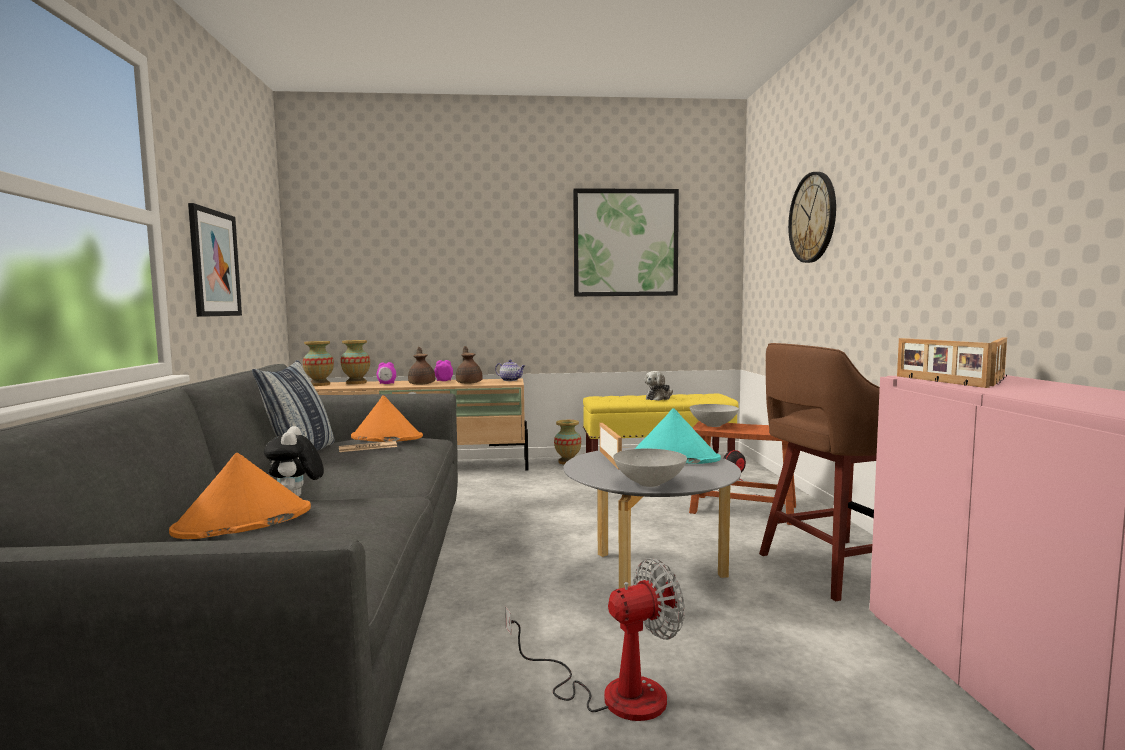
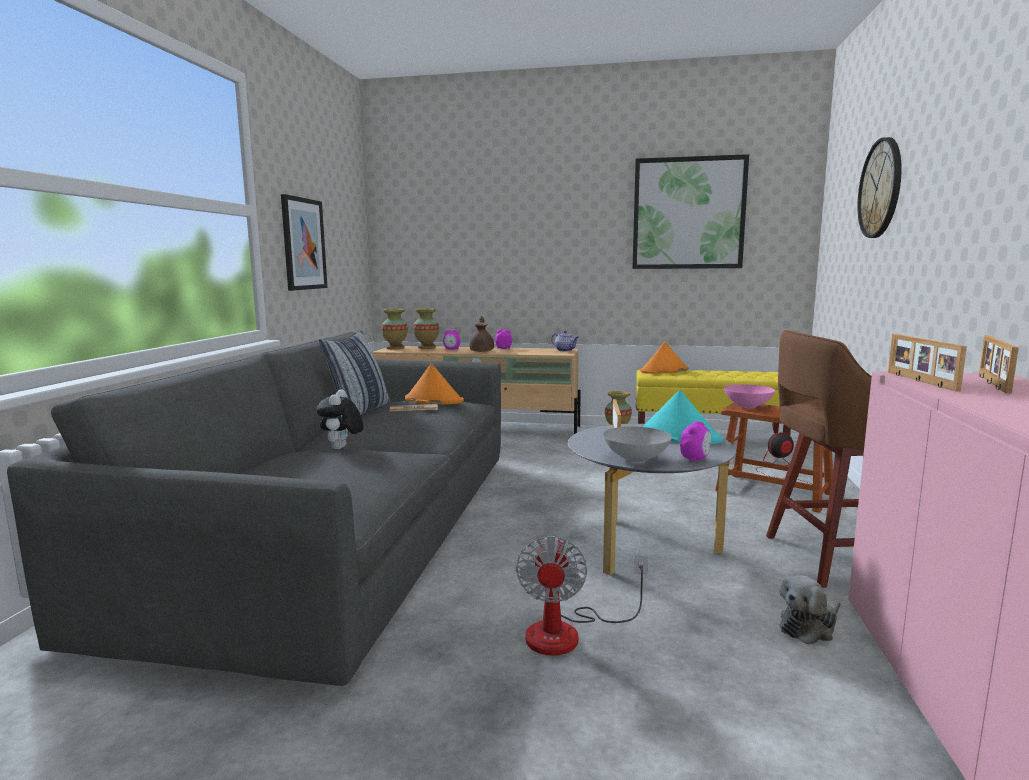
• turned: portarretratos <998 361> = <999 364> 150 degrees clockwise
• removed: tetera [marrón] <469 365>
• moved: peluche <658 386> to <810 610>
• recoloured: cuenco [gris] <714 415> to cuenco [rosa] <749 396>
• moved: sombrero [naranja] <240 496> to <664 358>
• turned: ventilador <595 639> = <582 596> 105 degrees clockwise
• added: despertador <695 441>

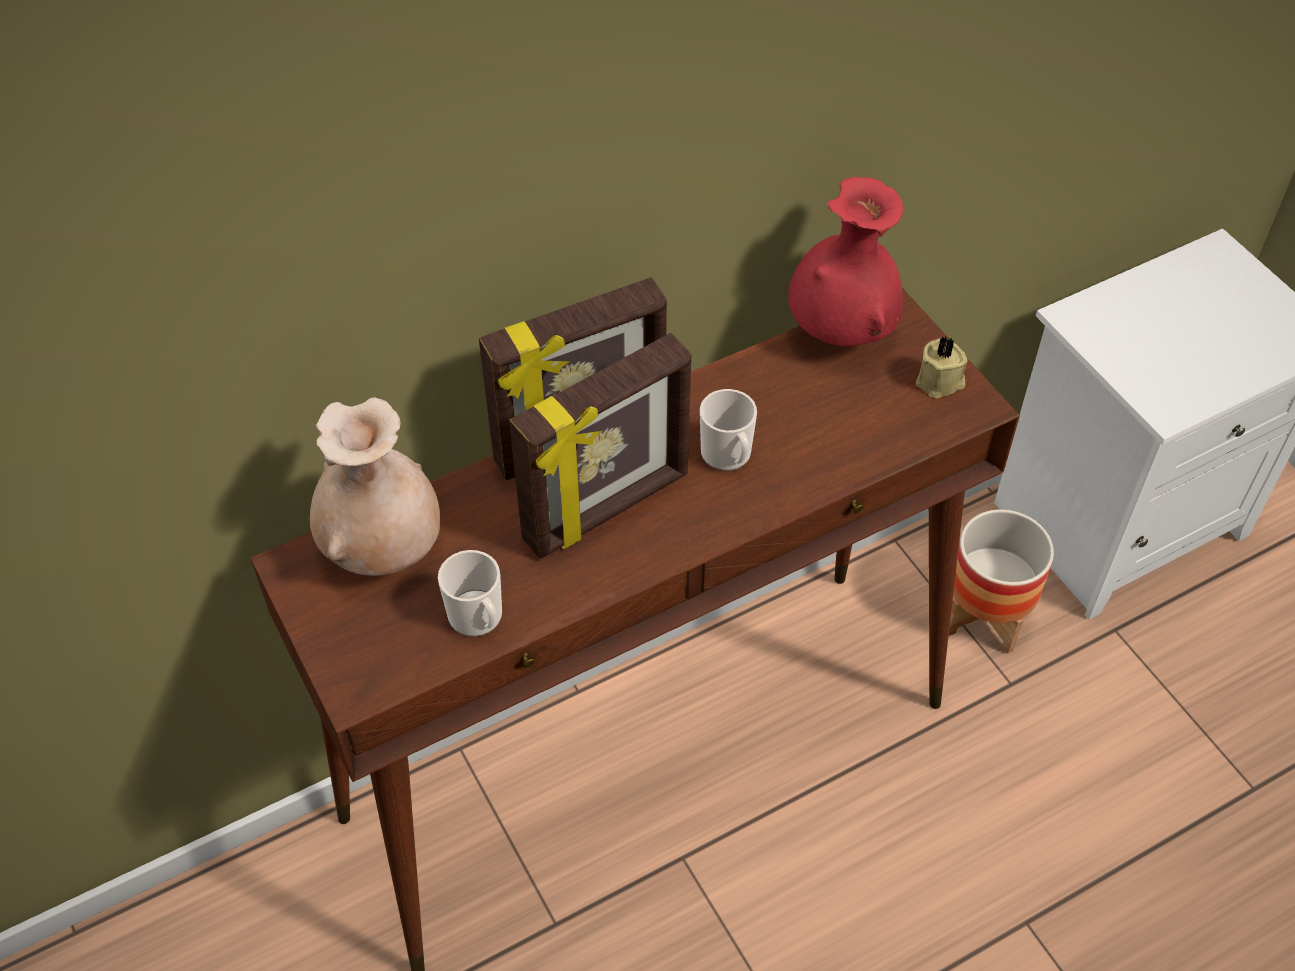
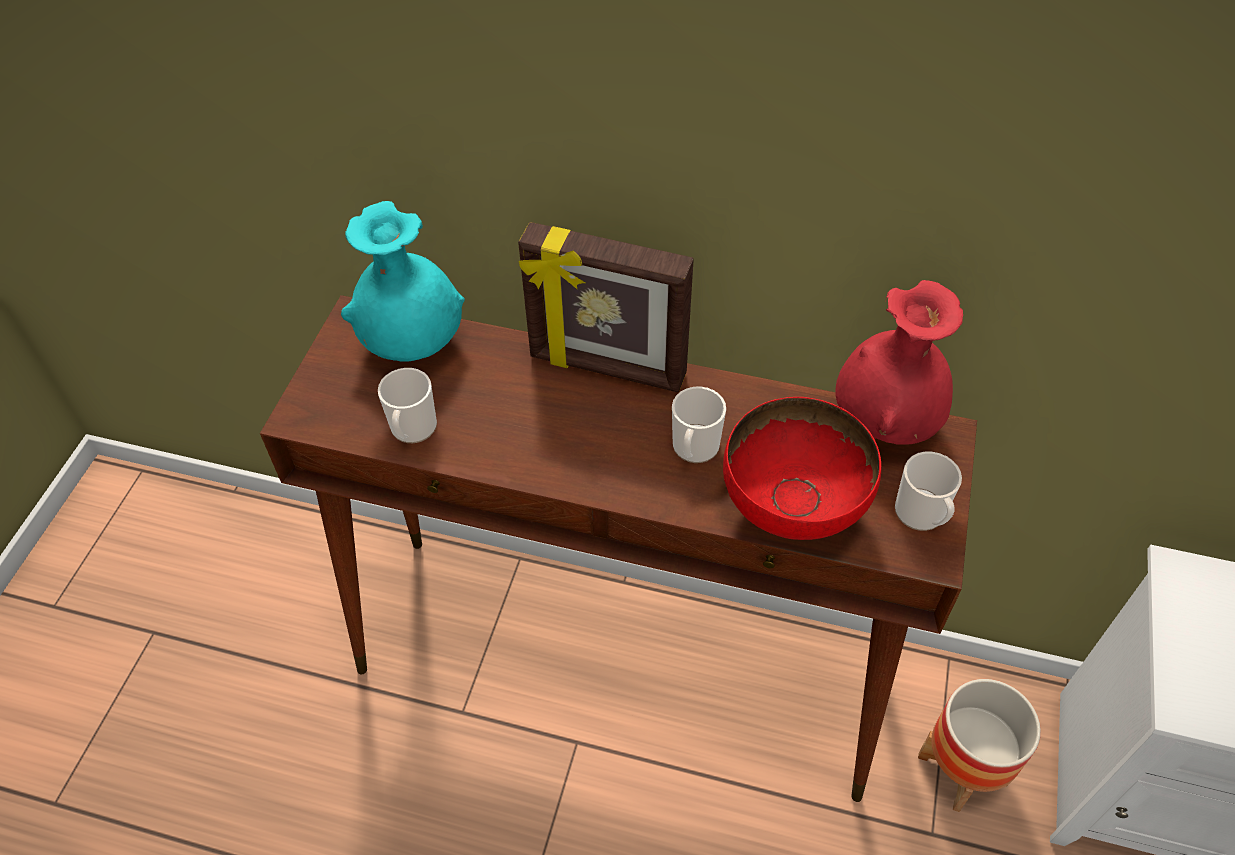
• removed: portarretratos <600 446>
• replaced: vela [beis] <941 367> to taza grande <928 491>
• recoloured: florero [beis] <375 487> to florero [turquesa] <403 281>
• added: cuenco [rojo] <802 468>

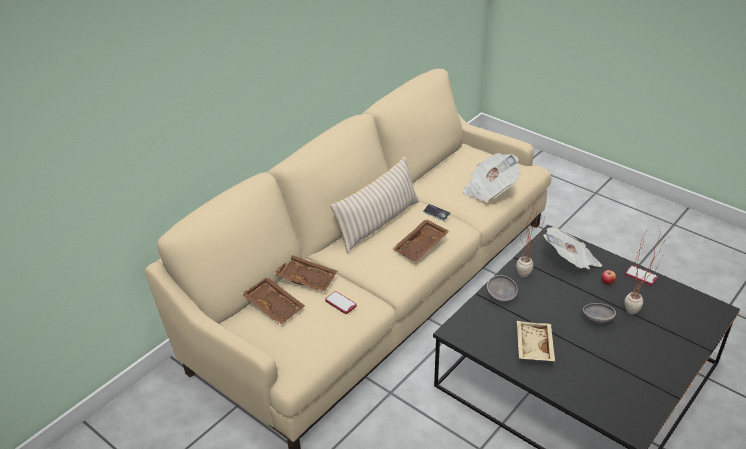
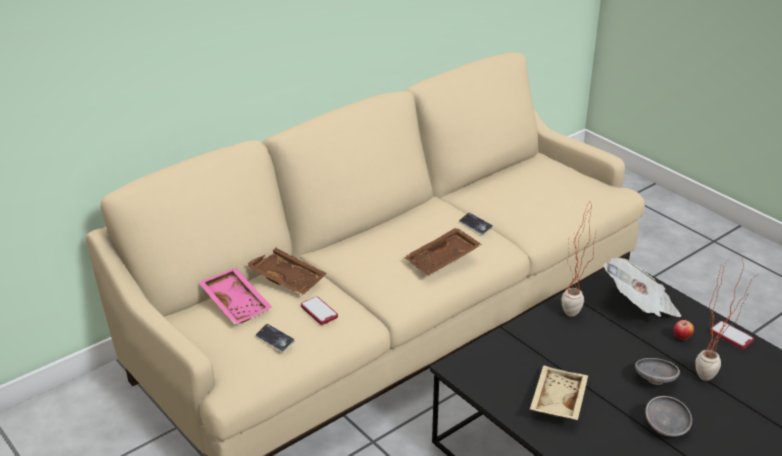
• removed: periódico <491 178>
• removed: cojín [beis] <374 204>
• moved: cuenco [gris] <502 288> to <668 416>
• recoloured: bandeja [marrón] <273 301> to bandeja [rosa] <235 296>
• added: móvil <275 338>

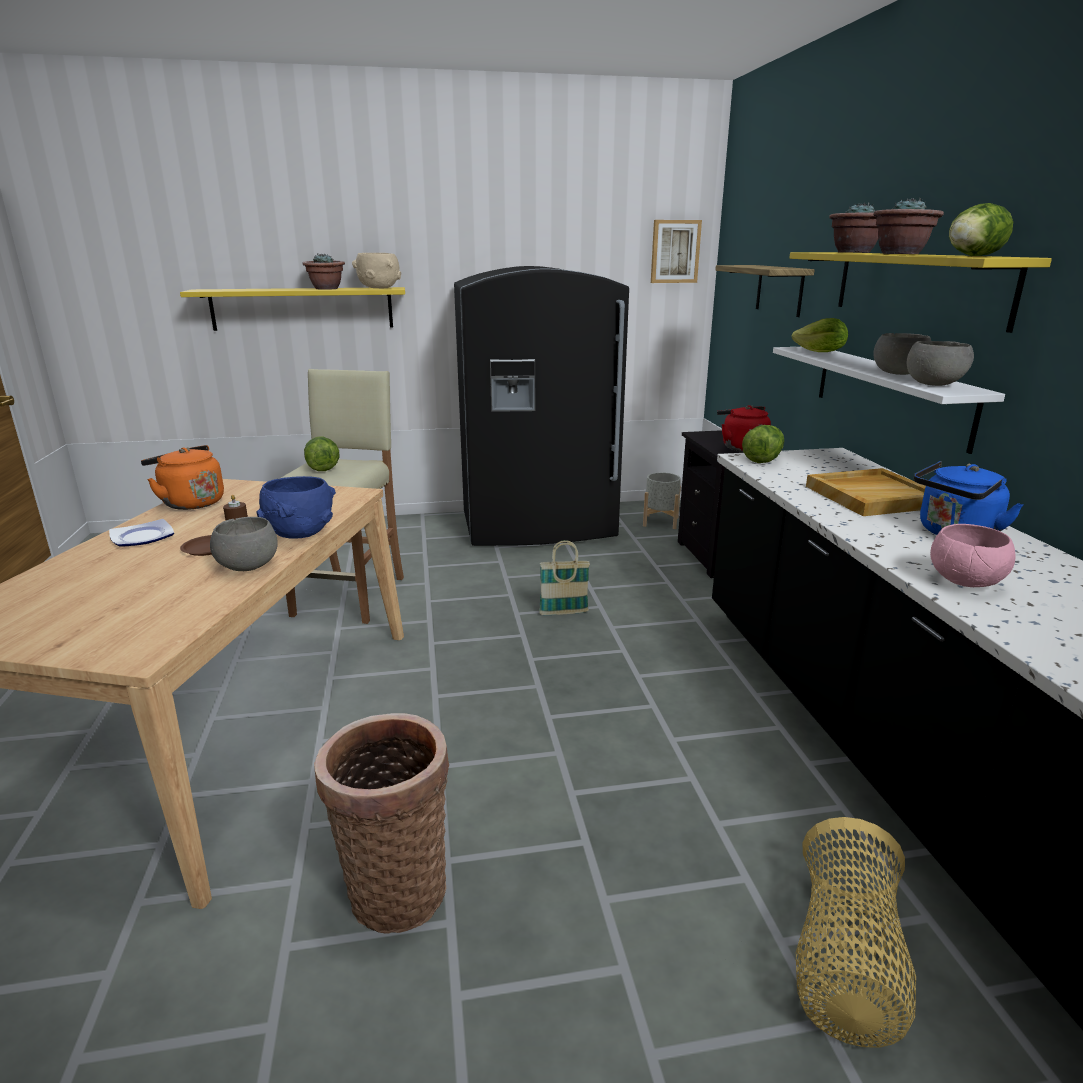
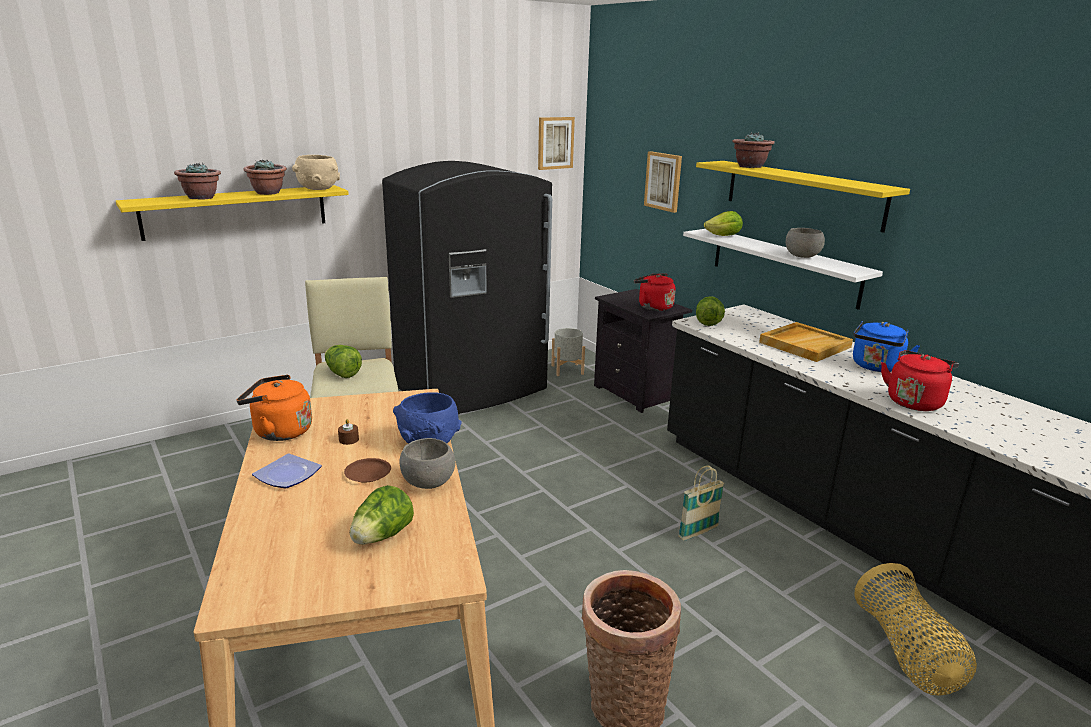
• moved: planta en maceta <908 226> to <197 181>
• moved: lechuga <981 229> to <382 515>
• replaced: estante <765 291> to cuadro <663 182>
• removed: cuenco [gris] <940 363>
• replaced: cuenco [rosa] <973 555> to hervidor [rojo] <920 380>
• moved: cesta <564 577> to <701 503>

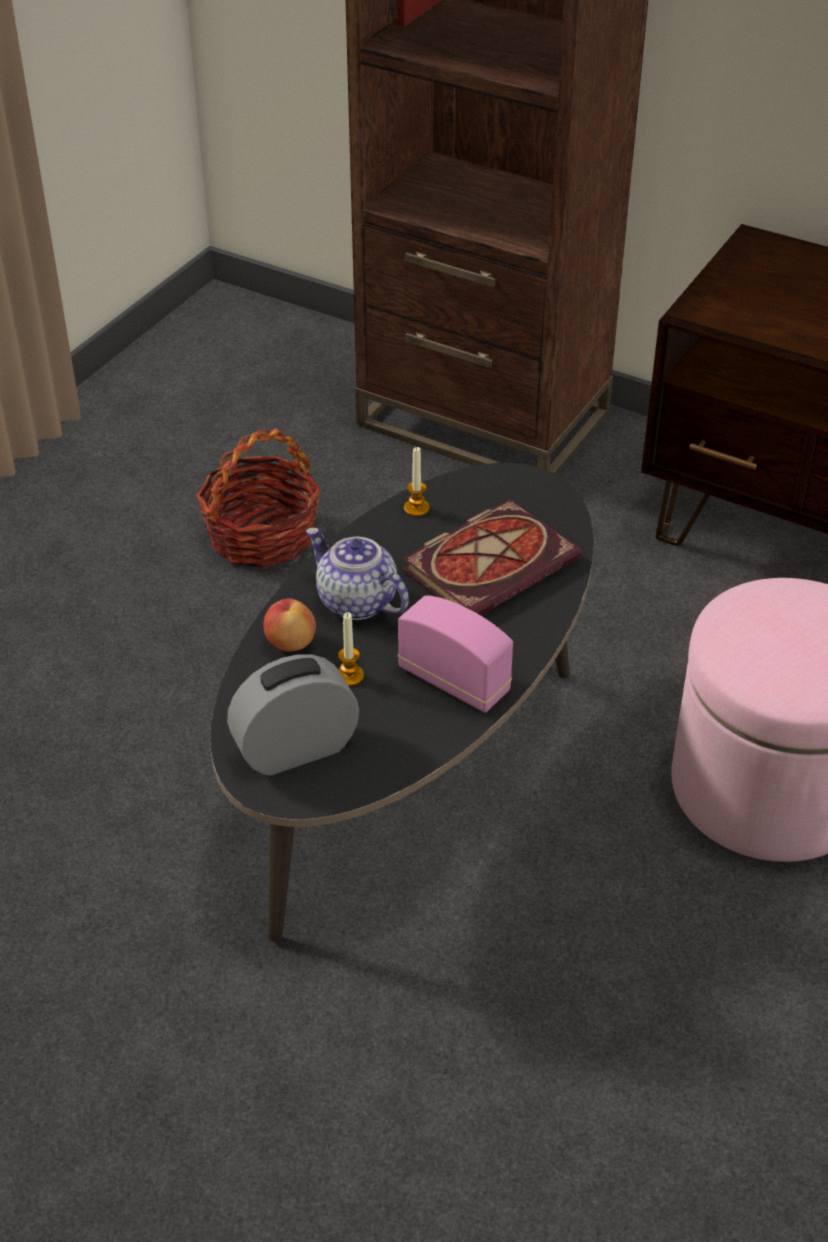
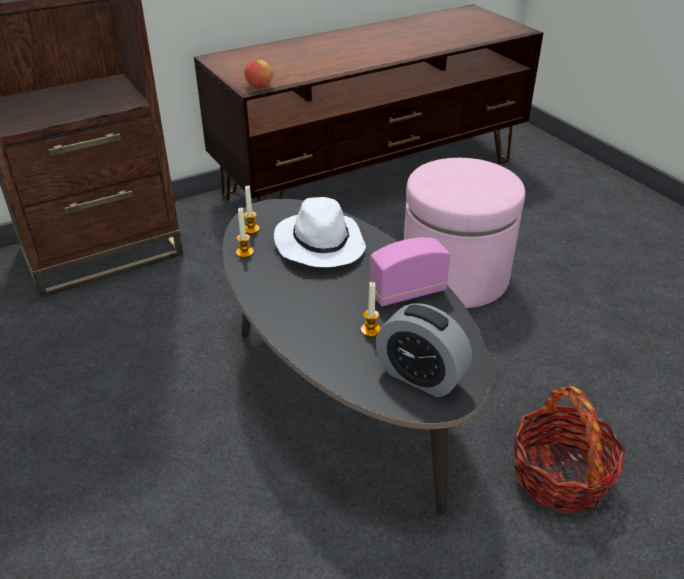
• moved: cesta <258 498> to <569 449>
• replaced: libro <491 557> to sombrero [blanco] <320 232>
• removed: tetera <357 574>
• moved: manzana <289 625> to <259 74>
• turned: despertador <293 715> = <424 350> 60 degrees counterclockwise
• added: vela <252 209>

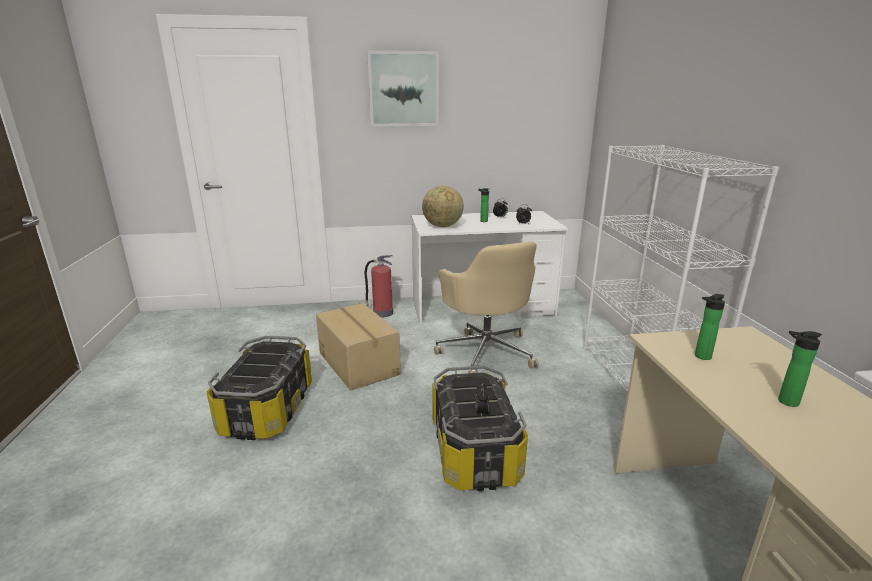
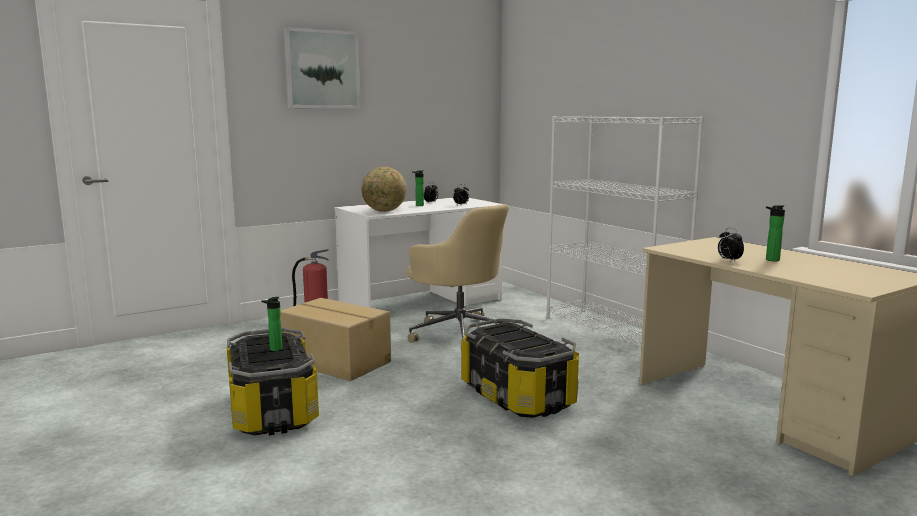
• moved: botella <710 327> to <272 324>
• moved: despertador <482 400> to <731 245>

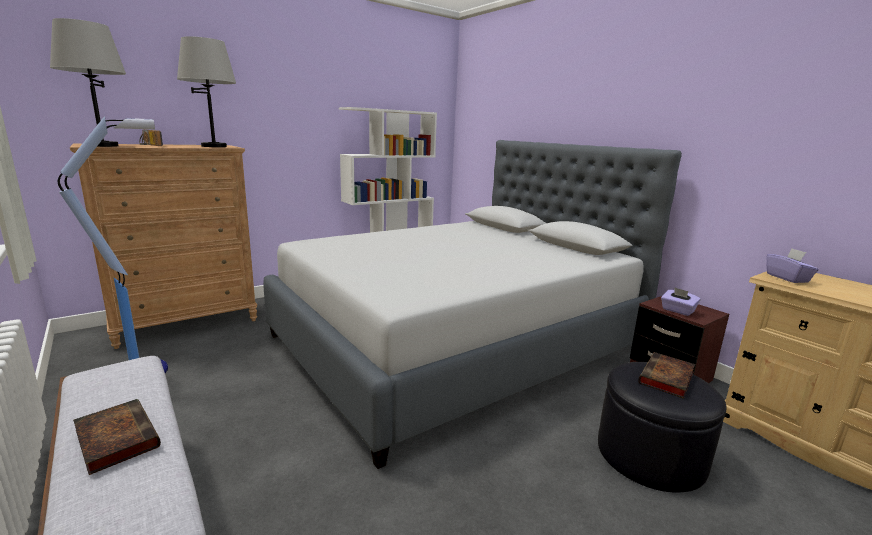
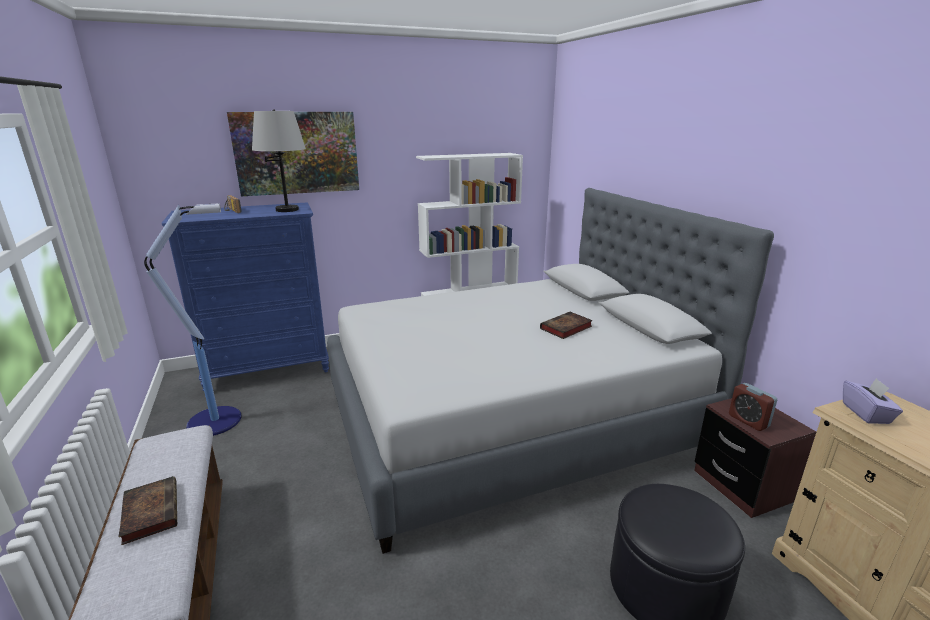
• removed: lámpara de mesa [gris] <88 82>
• recoloured: cómoda [marrón] <163 246> to cómoda [azul] <245 296>
• replaced: caja de pañuelos [morado] <681 301> to despertador <753 407>
• moved: libro <666 375> to <566 325>
• added: cuadro <293 154>

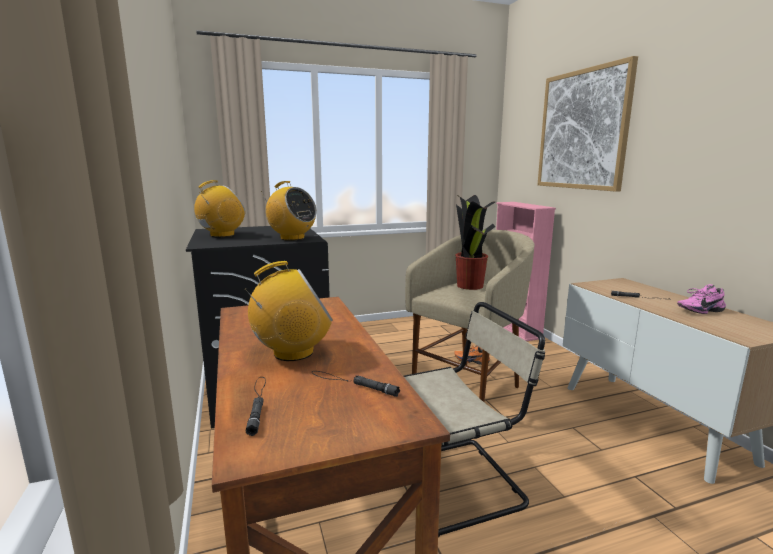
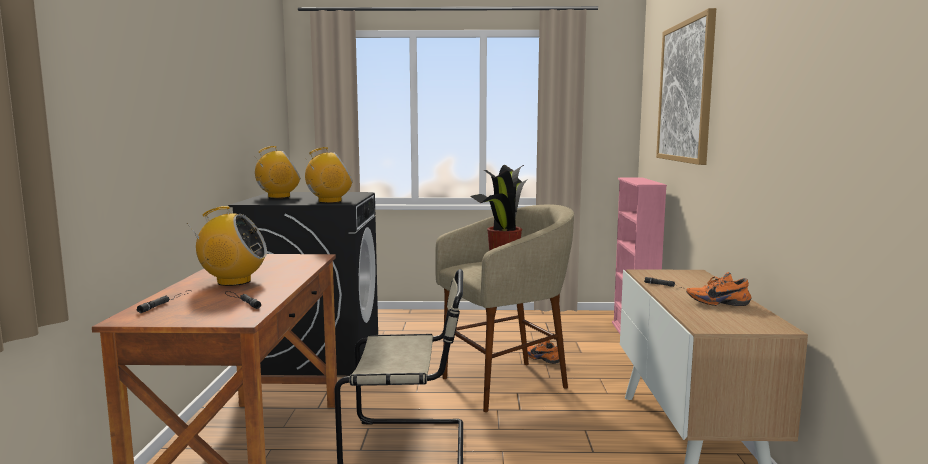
• turned: radio <289 210> = <329 175> 75 degrees counterclockwise
• recoloured: zapato [rosa] <701 299> to zapato [naranja] <718 289>

